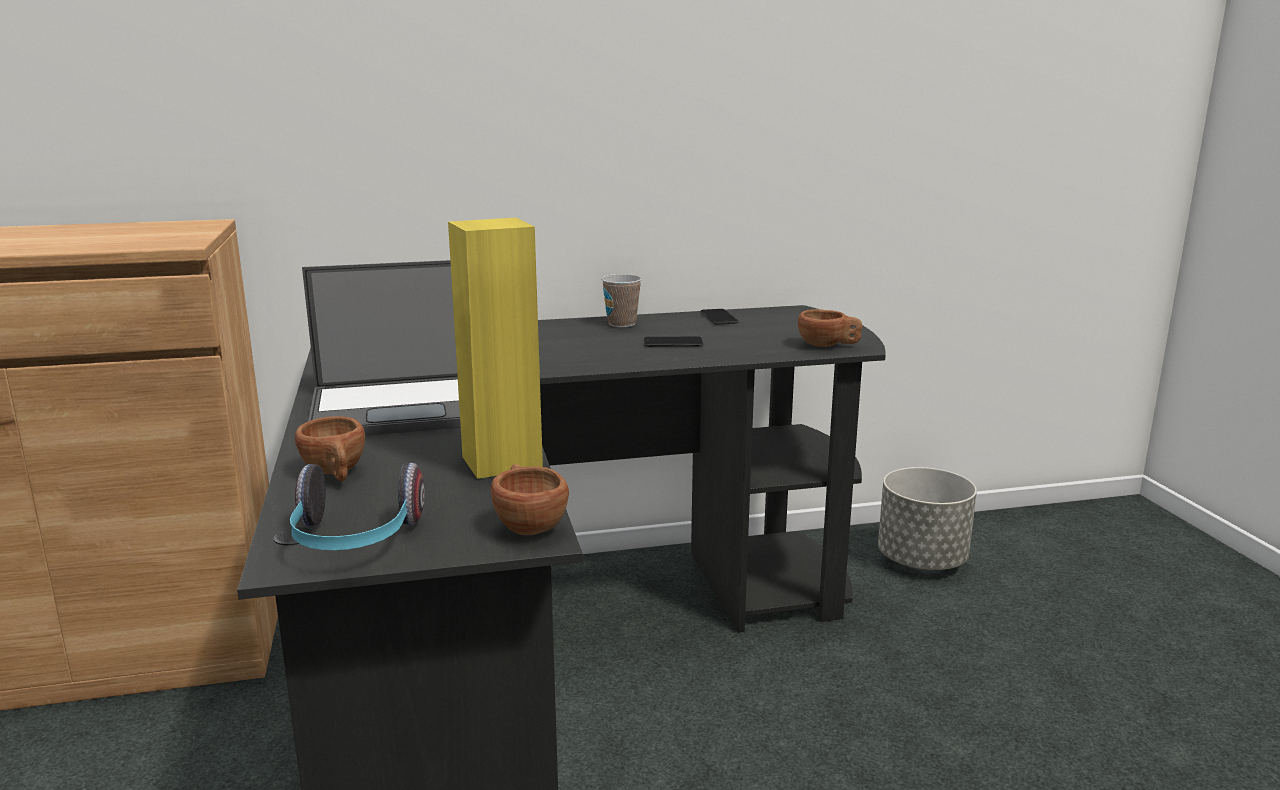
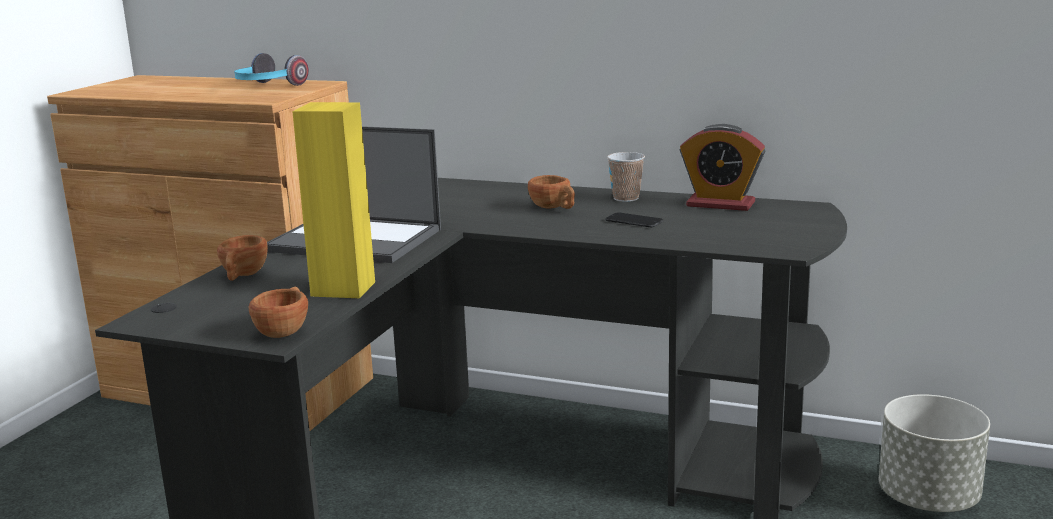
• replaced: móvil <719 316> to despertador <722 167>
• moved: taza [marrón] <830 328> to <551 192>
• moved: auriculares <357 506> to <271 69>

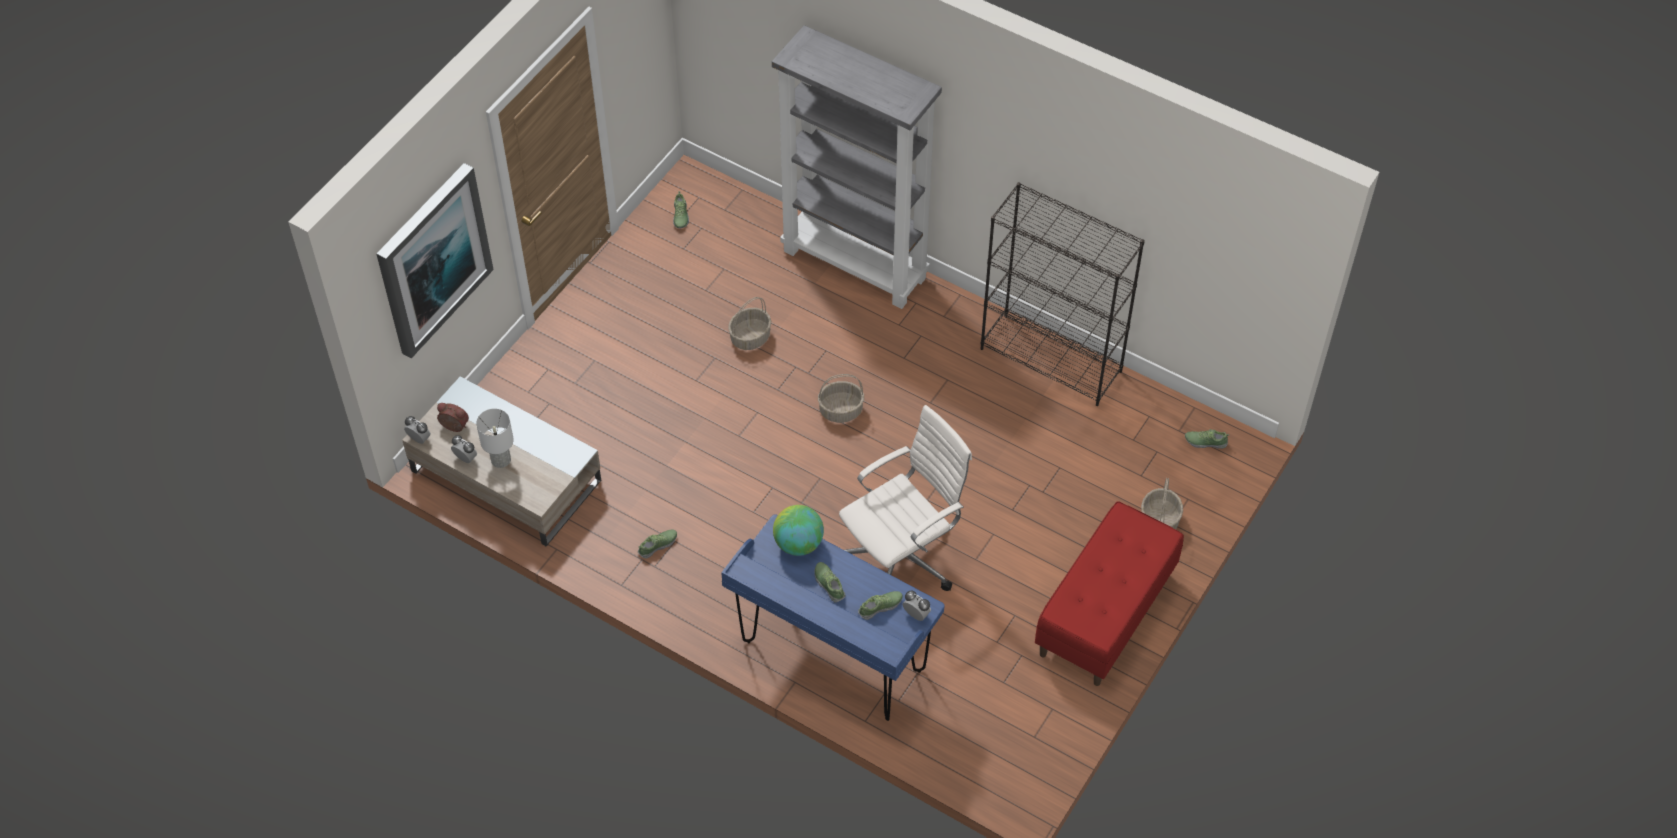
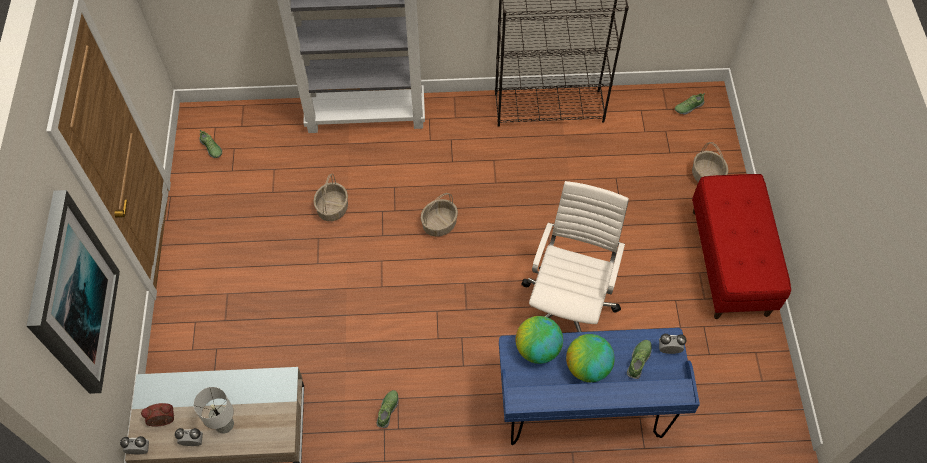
• replaced: zapato <830 582> to globo terráqueo <590 358>

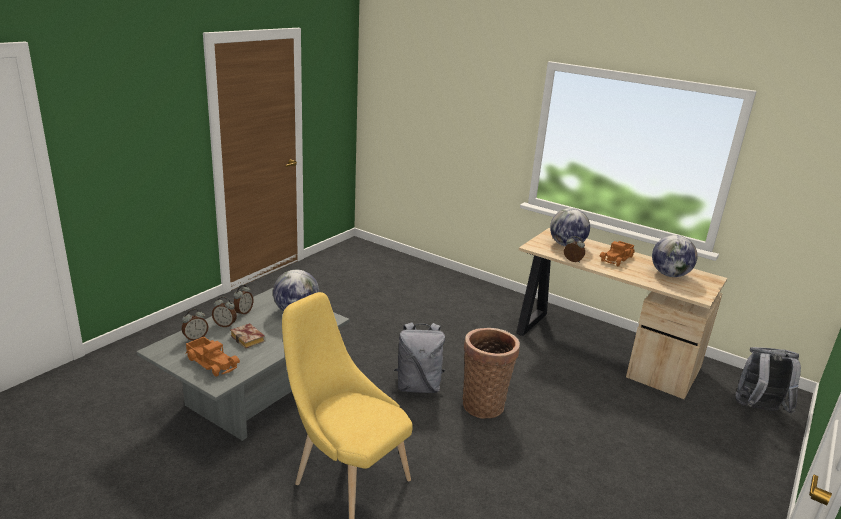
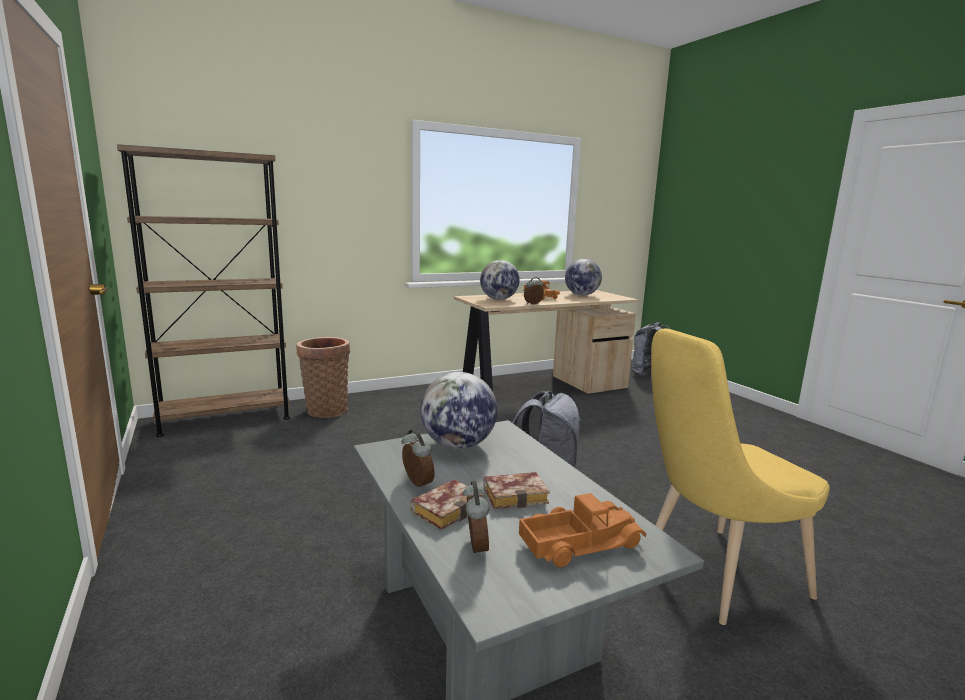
• replaced: despertador <224 312> to libro <447 505>
• moved: cesta <491 373> to <323 377>
• added: estantería [marrón] <203 290>

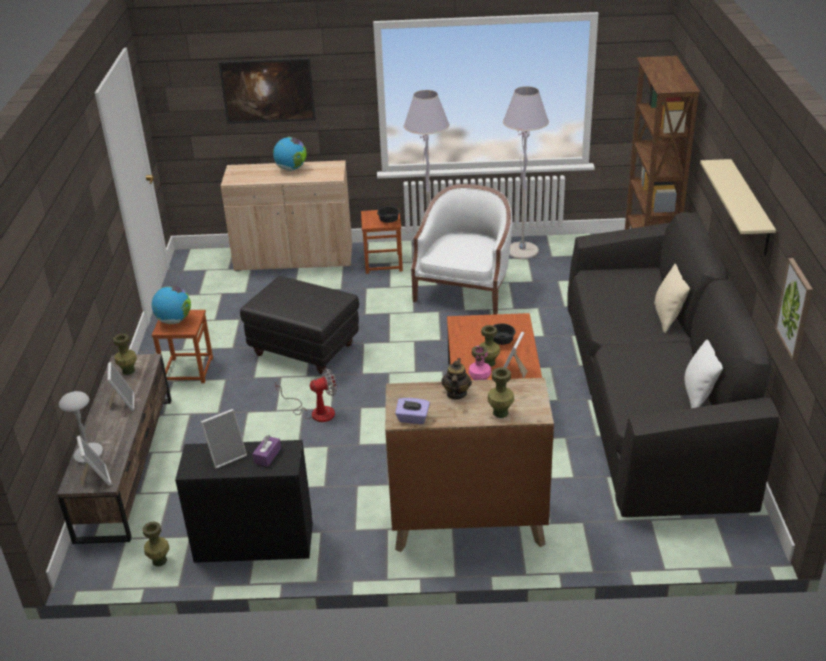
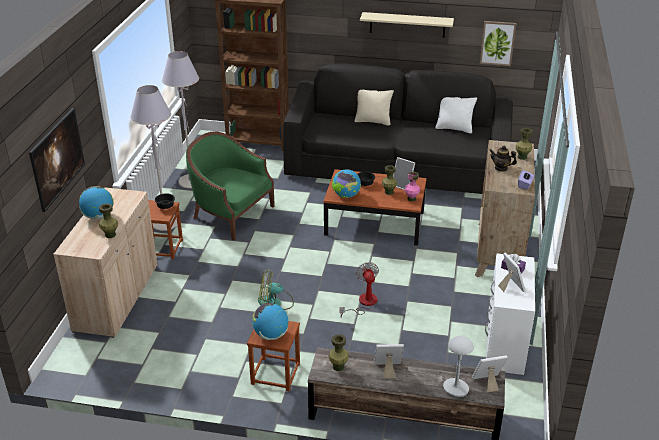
• recoloured: sillón [blanco] <462 249> to sillón [verde] <230 185>
• replaced: puf [negro] <299 325> to ventilador <276 289>
• recoloured: cómoda [negro] <244 501> to cómoda [blanco] <510 314>
• moved: florero [verde] <156 544> to <108 220>
• added: globo terráqueo <346 183>

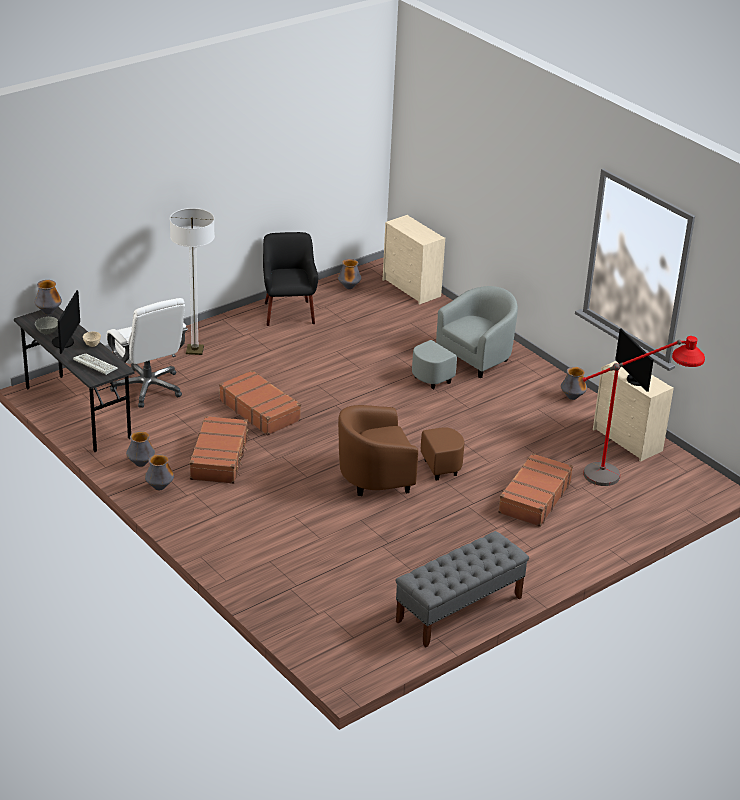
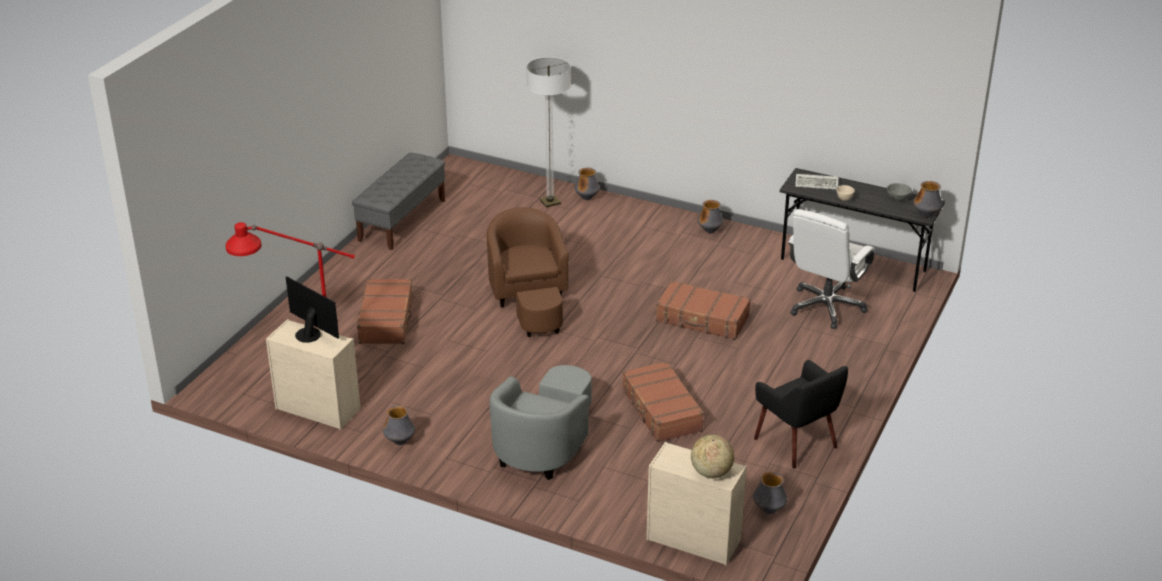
• moved: lámpara de pie <192 281> to <548 132>
• removed: monitor <66 322>
• turned: silla de oficina [blanco] <147 353> = <831 269> 90 degrees counterclockwise
• turned: sillón [marrón] <401 450> = <528 272> 60 degrees counterclockwise
• moved: maleta [marrón] <220 450> to <663 401>
• moved: florero <140 449> to <587 184>
• added: globo terráqueo <712 456>

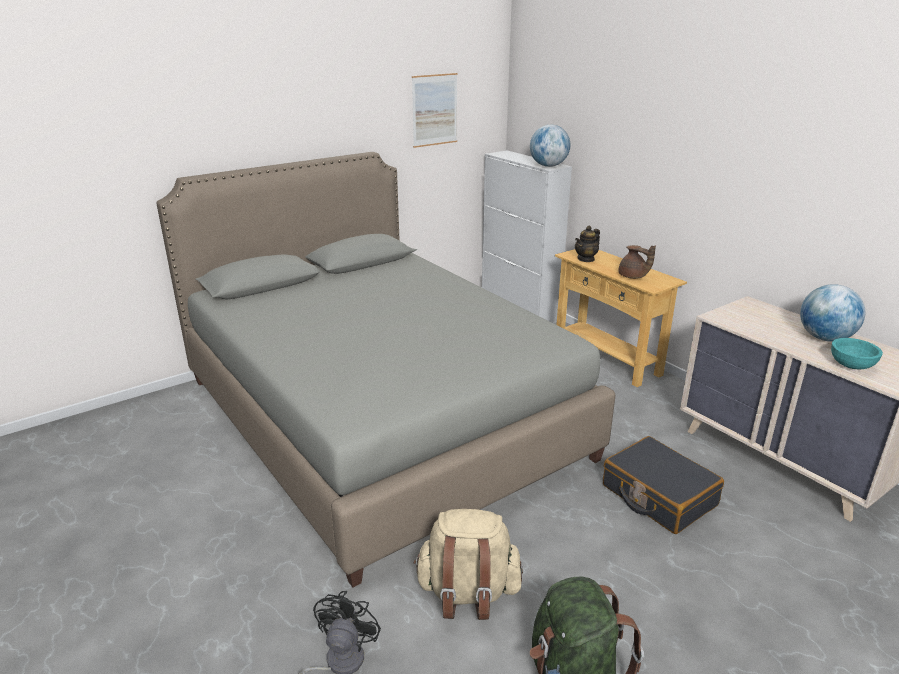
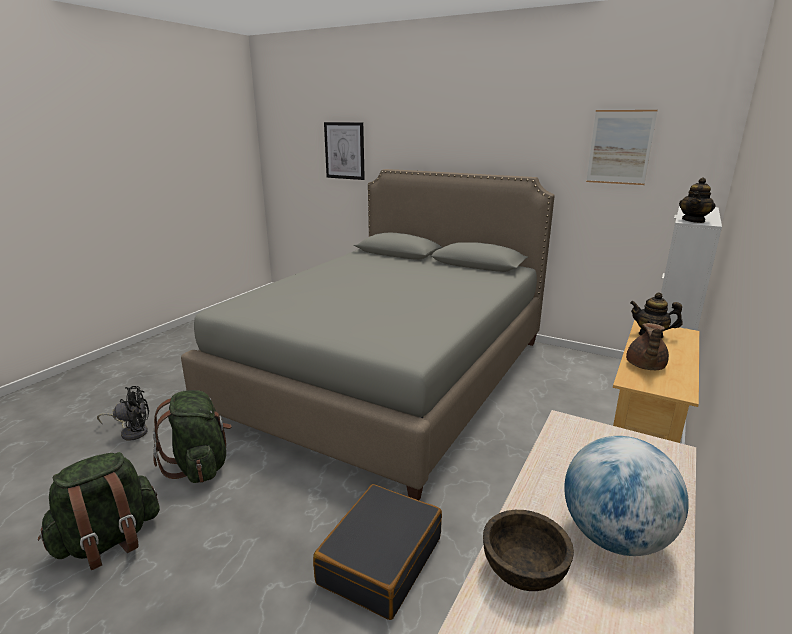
• replaced: globo terráqueo <550 146> to tetera <697 200>
• recoloured: cuenco [turquesa] <857 353> to cuenco [marrón] <528 550>
• recoloured: mochila [beis] <468 564> to mochila [verde] <192 436>
• added: cuadro <344 151>

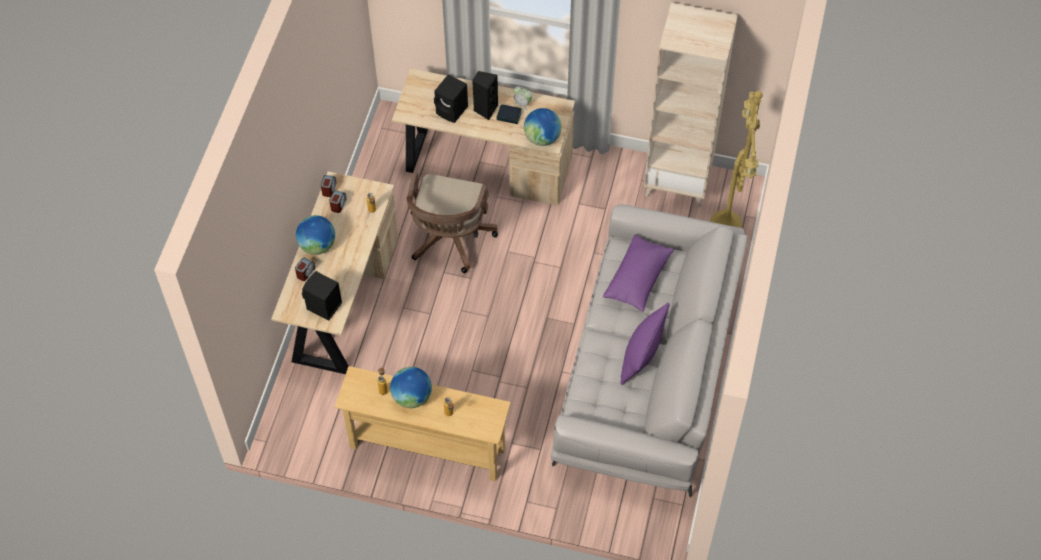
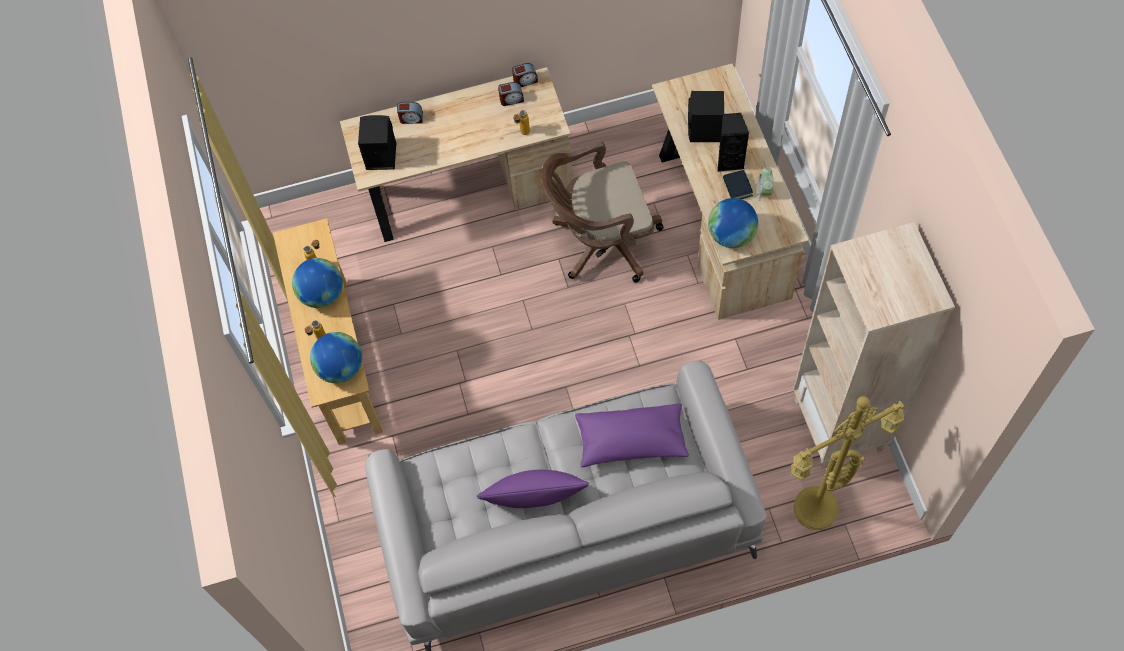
• moved: globo terráqueo <315 235> to <336 357>

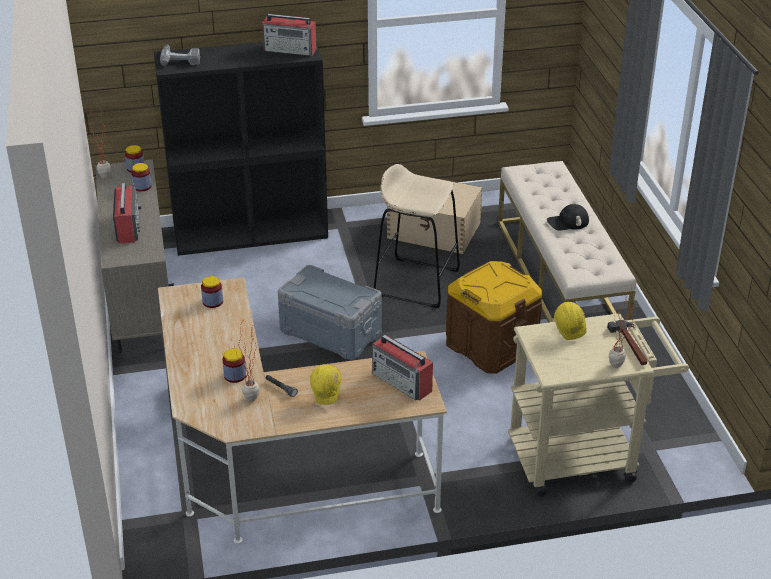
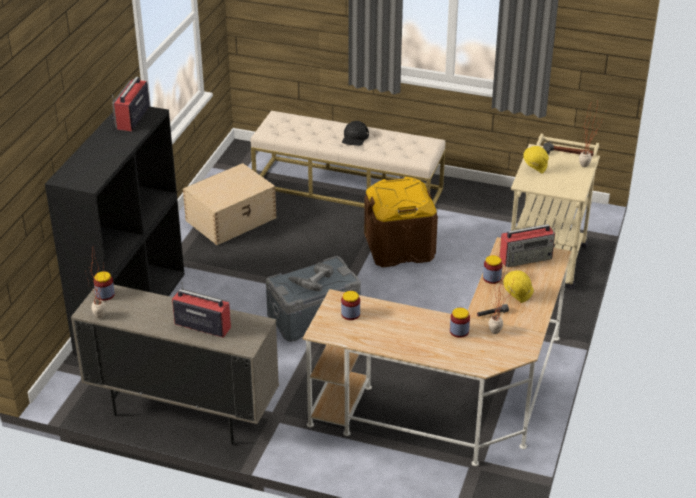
• turned: radio <289 35> = <131 104> 150 degrees clockwise
• moved: taladro <180 55> to <311 276>
• moved: tarro <141 177> to <492 269>
• removed: taburete [beis] <417 236>

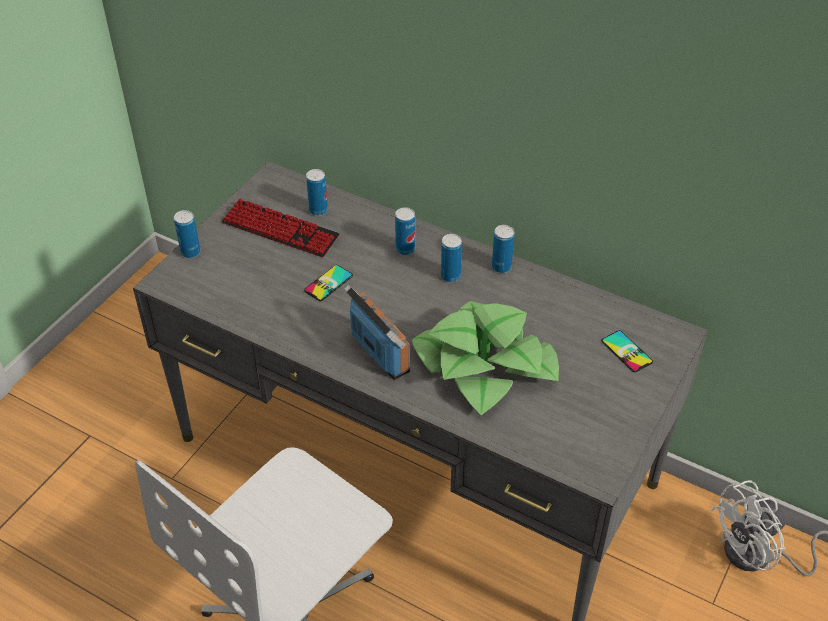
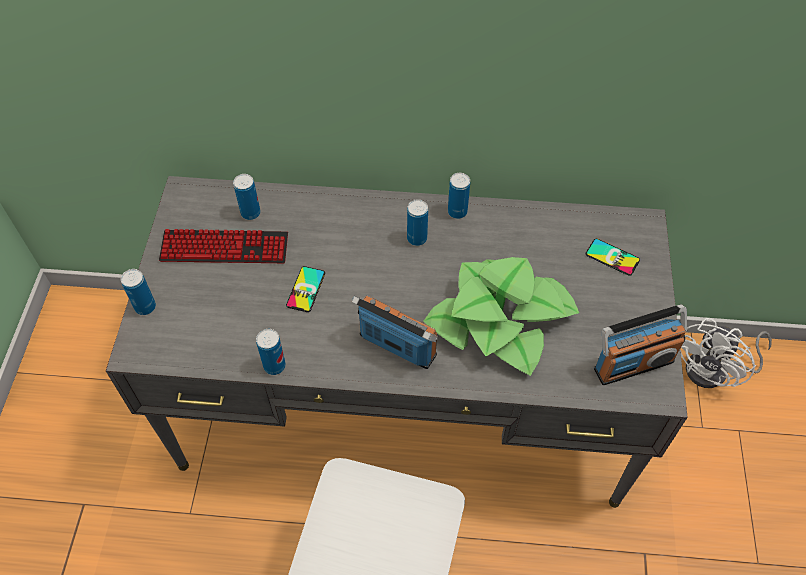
• moved: lata <405 231> to <271 352>
• added: radio <640 344>

